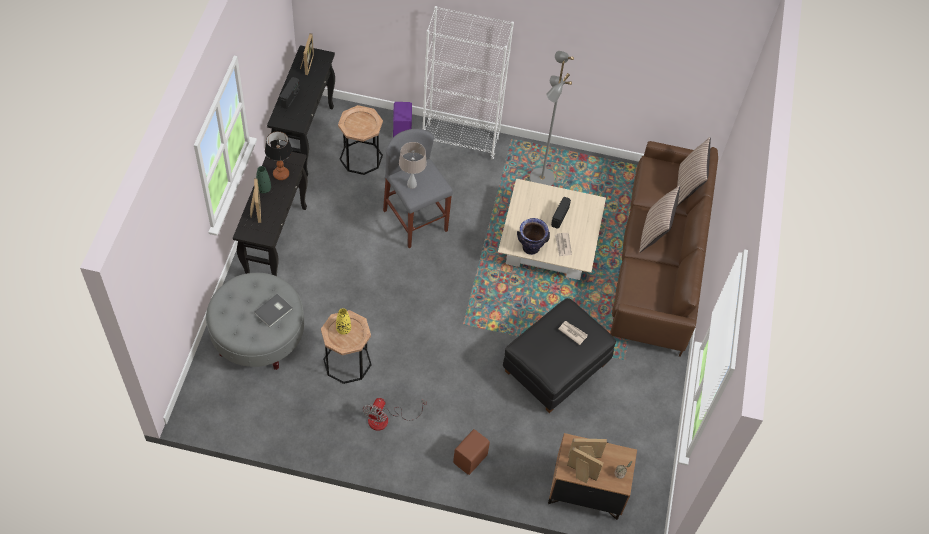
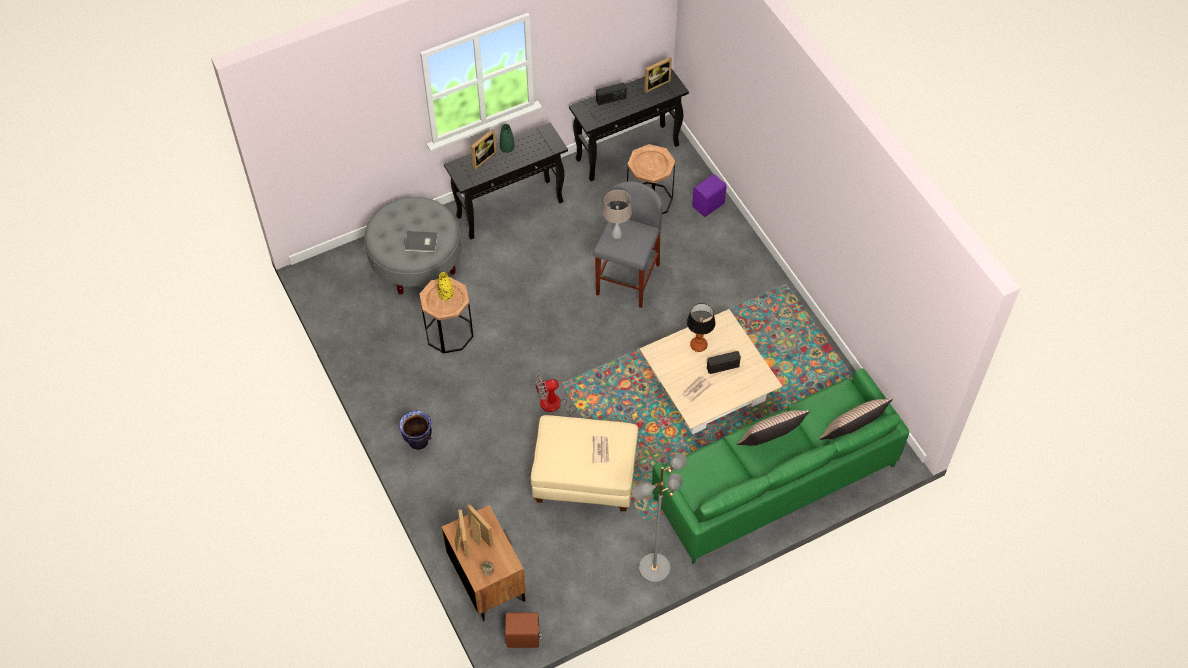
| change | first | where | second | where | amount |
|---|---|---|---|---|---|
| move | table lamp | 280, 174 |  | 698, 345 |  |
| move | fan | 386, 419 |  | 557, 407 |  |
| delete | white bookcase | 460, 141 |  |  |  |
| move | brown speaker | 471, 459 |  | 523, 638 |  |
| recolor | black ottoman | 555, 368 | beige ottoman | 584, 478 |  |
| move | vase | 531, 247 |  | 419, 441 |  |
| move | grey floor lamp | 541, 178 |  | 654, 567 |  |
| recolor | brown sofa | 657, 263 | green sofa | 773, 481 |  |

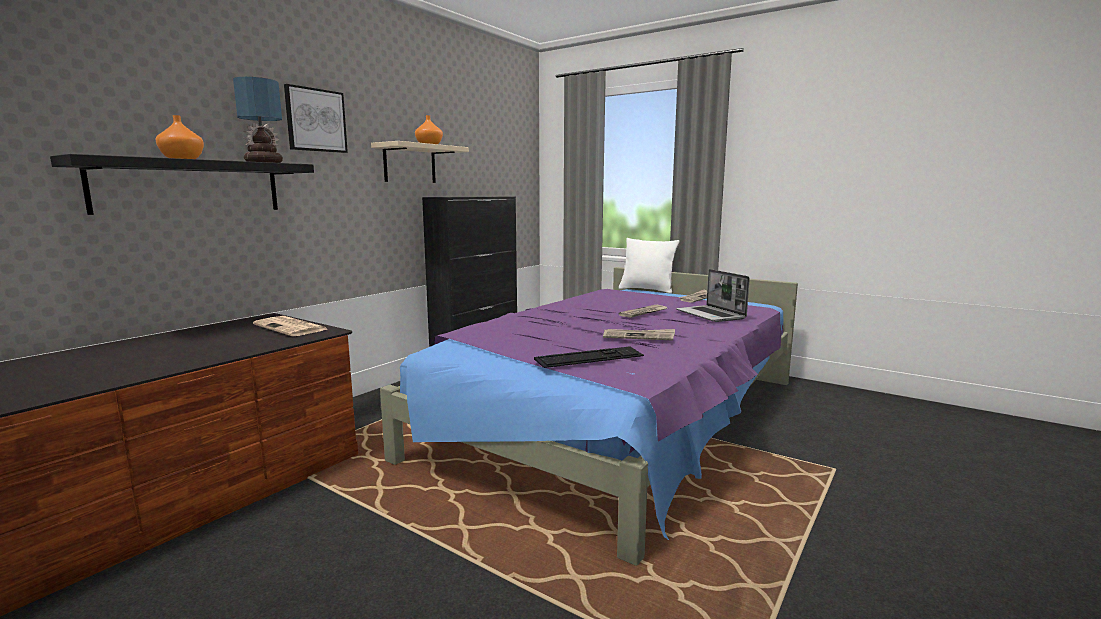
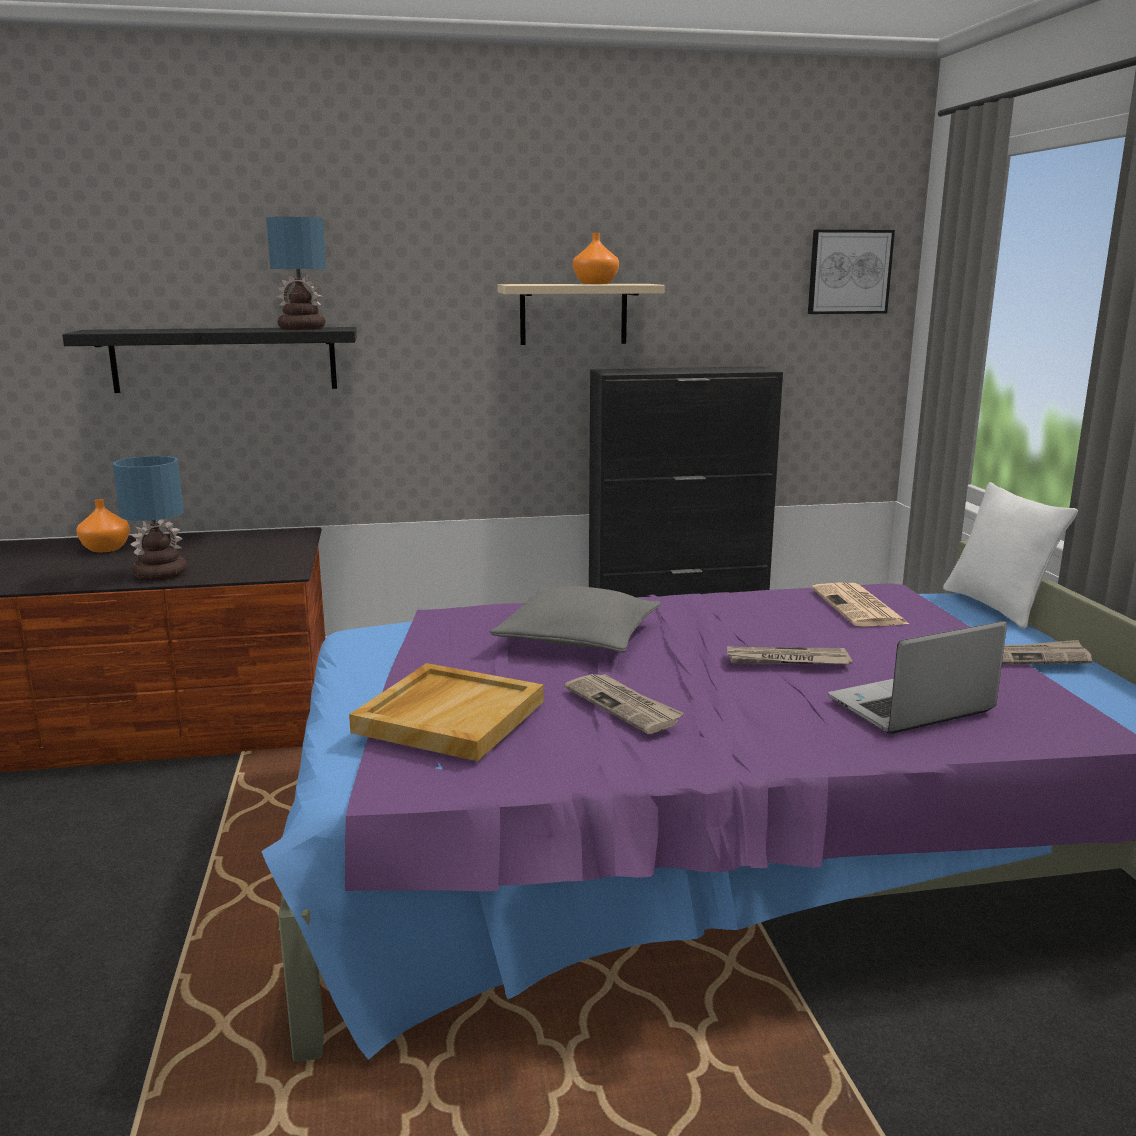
| change | first | where | second | where | amount |
|---|---|---|---|---|---|
| move | orange vase | 183, 159 |  | 107, 548 |  |
| move | newspaper | 292, 327 |  | 860, 607 |  |
| move | picture | 315, 120 |  | 849, 272 |  |
| replace | keyboard | 589, 357 | beige tray | 449, 716 |  |
| rotate | laptop | 711, 315 |  | 910, 707 | 45 degrees clockwise |
| insert |  |  | table lamp | 159, 575 |  |
| insert |  |  | grey pillow | 578, 638 |  |

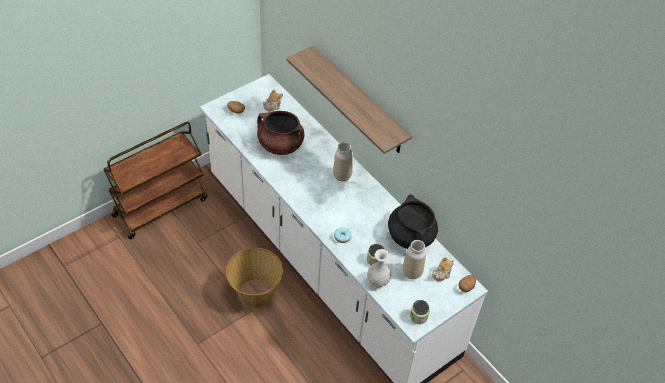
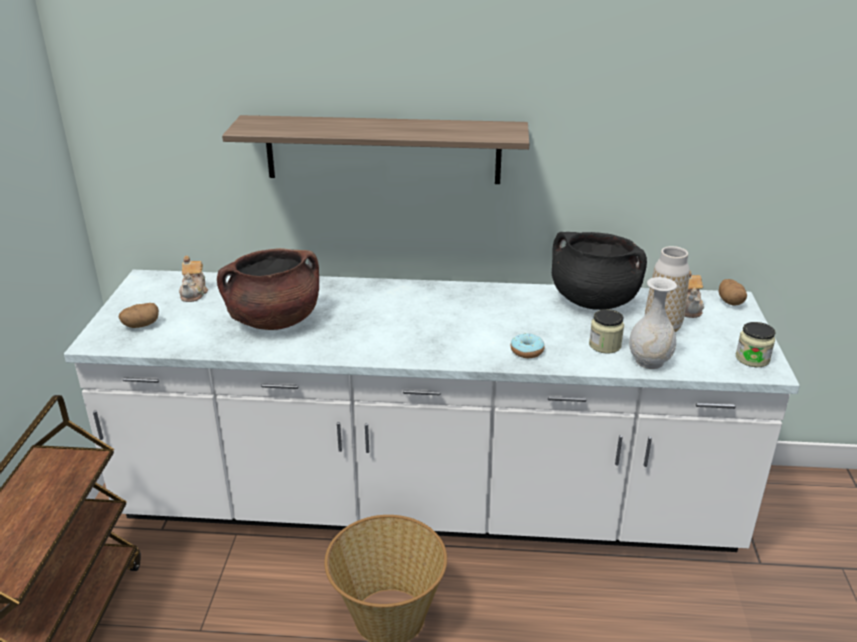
| change | first | where | second | where | amount |
|---|---|---|---|---|---|
| delete | vase | 342, 176 |  |  |  |

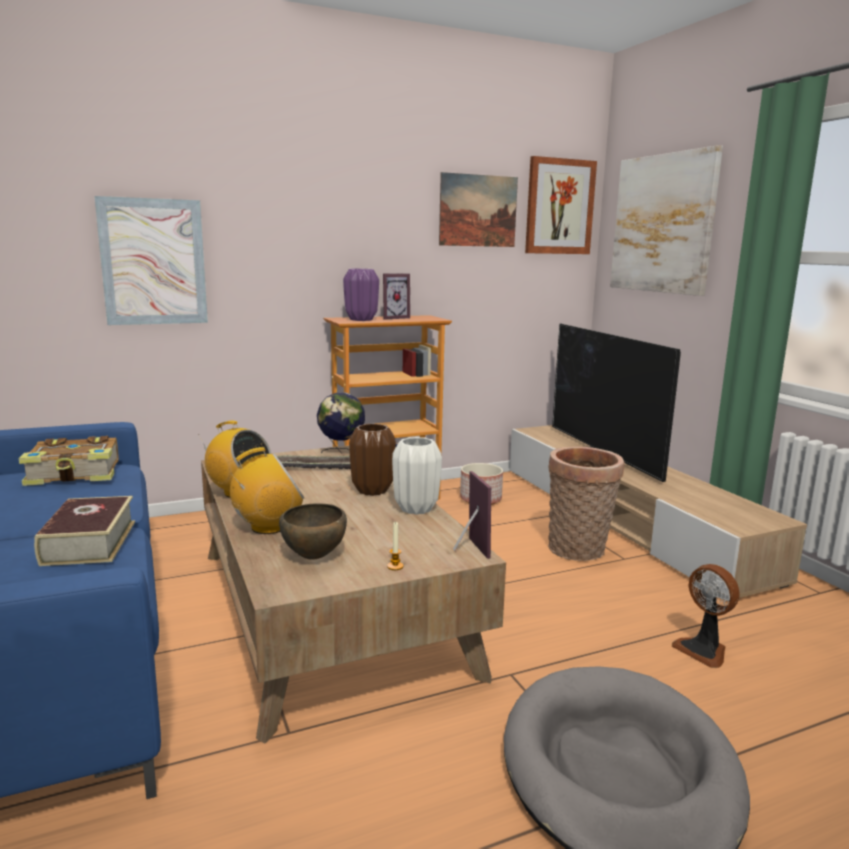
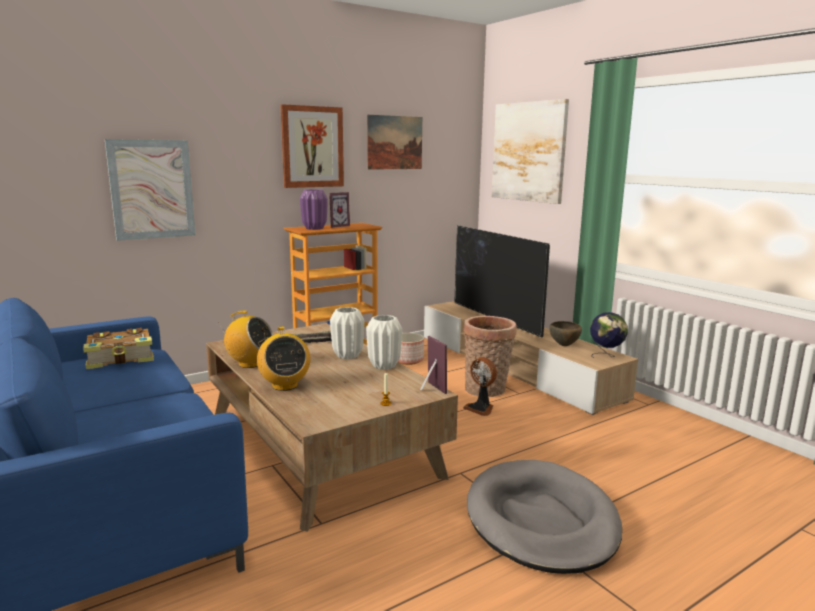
| change | first | where | second | where | amount |
|---|---|---|---|---|---|
| delete | book | 89, 542 |  |  |  |
| rotate | radio | 268, 527 |  | 284, 385 | 105 degrees clockwise |
| move | brown bowl | 314, 557 |  | 564, 345 |  |
| move | globe | 341, 452 |  | 606, 356 |  |
| recolor | brown vase | 373, 491 | white vase | 348, 356 |  |
| move | picture | 559, 207 |  | 312, 147 |  |
| move | fan | 703, 650 |  | 480, 408 |  |

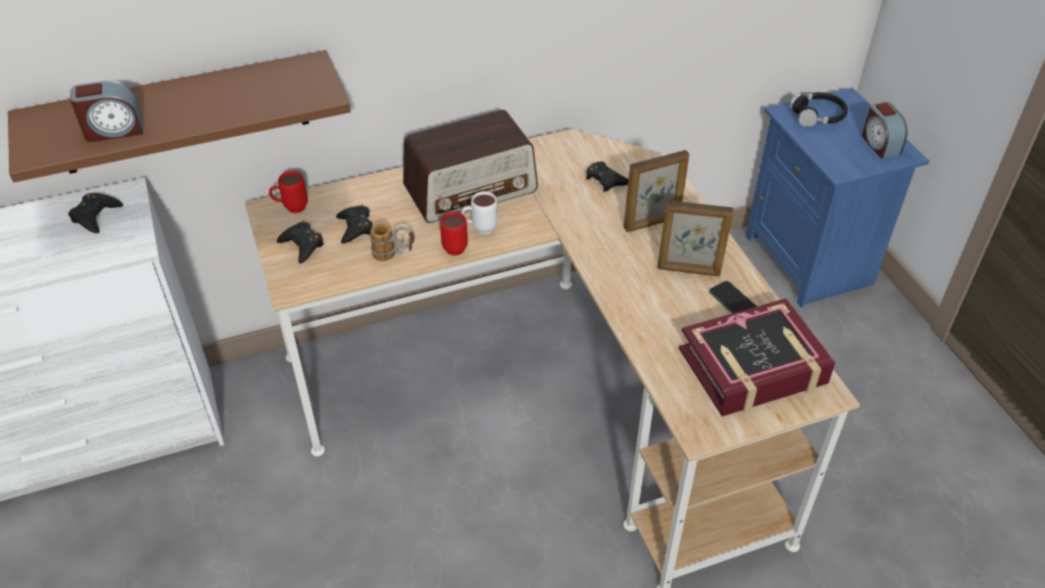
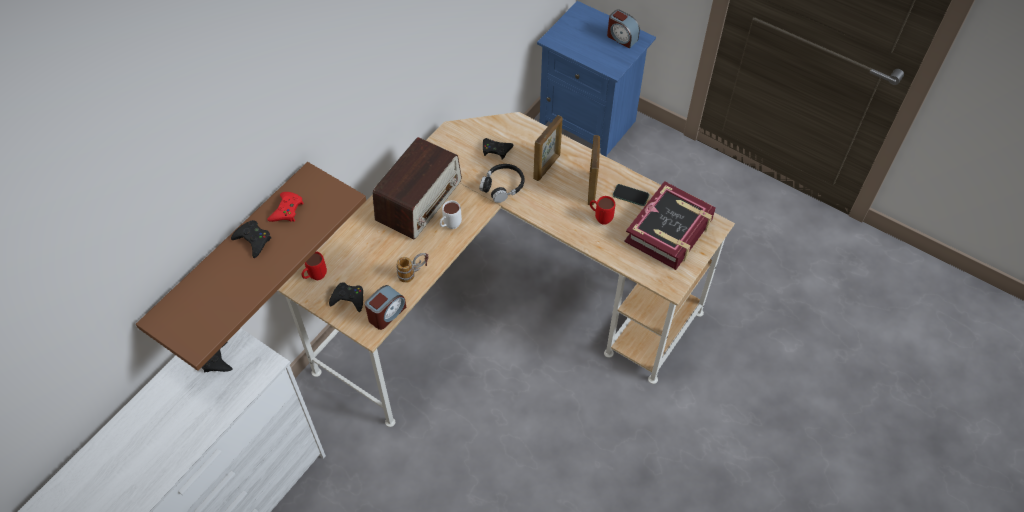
| change | first | where | second | where | amount |
|---|---|---|---|---|---|
| move | alarm clock | 114, 130 |  | 386, 314 |  |
| move | black game controller | 355, 227 |  | 253, 240 |  |
| move | red mug | 453, 246 |  | 600, 218 |  |
| rotate | picture frame | 689, 270 |  | 592, 188 | 60 degrees counterclockwise |
| move | black headphones | 817, 116 |  | 502, 186 |  |
| insert |  |  | red game controller | 287, 210 |  |

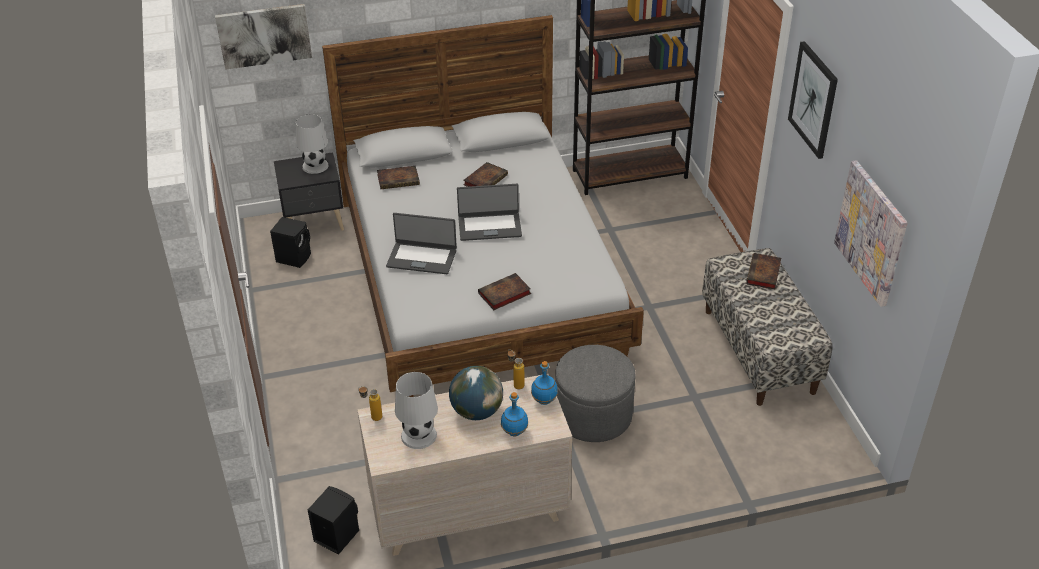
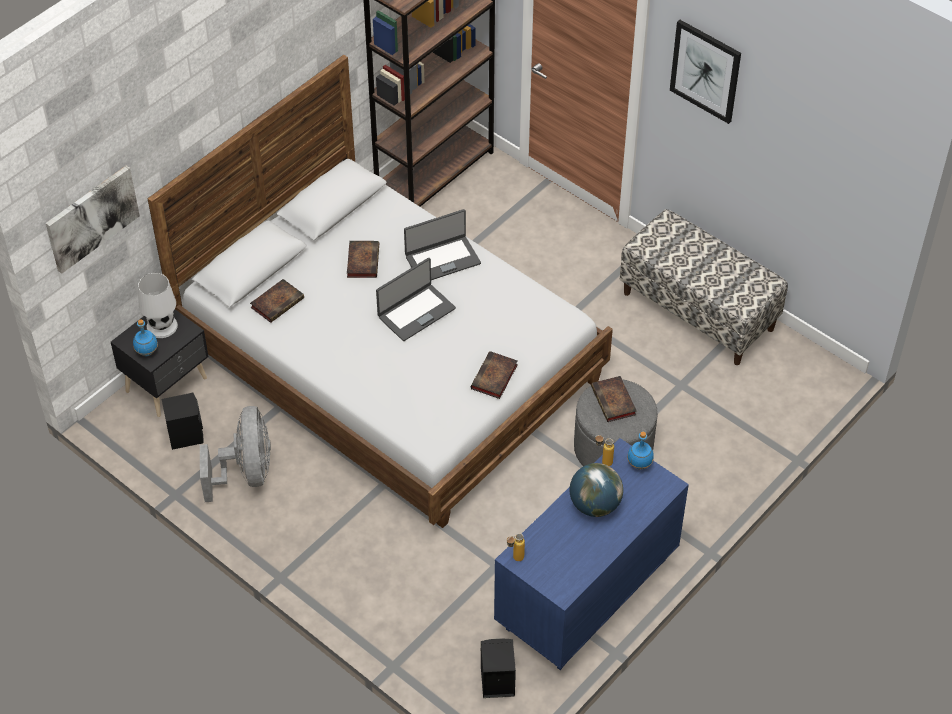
| change | first | where | second | where | amount |
|---|---|---|---|---|---|
| recolor | beige dresser | 467, 511 | blue dresser | 586, 595 |  |
| move | laptop | 422, 258 |  | 442, 259 |  |
| delete | white table lamp | 418, 435 |  |  |  |
| move | blue bottle | 514, 432 |  | 147, 352 |  |
| move | book | 763, 274 |  | 614, 402 |  |
| delete | picture | 871, 232 |  |  |  |
| insert |  |  | grey fan | 246, 473 |  |

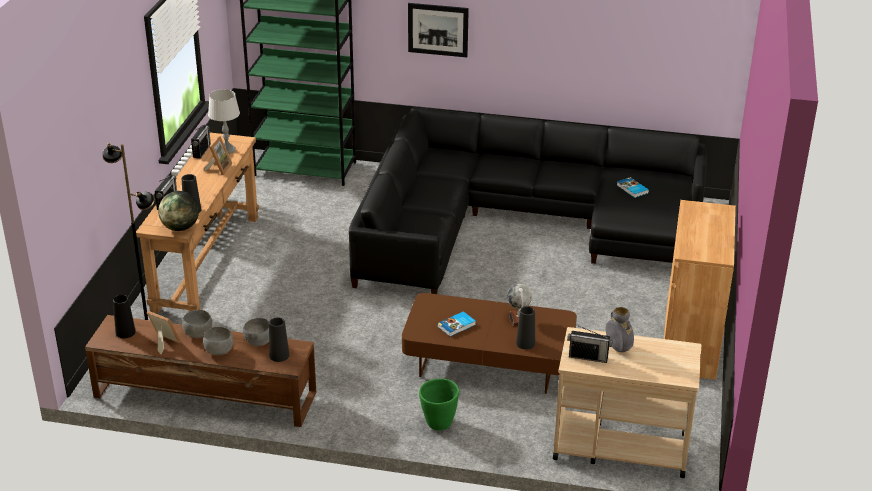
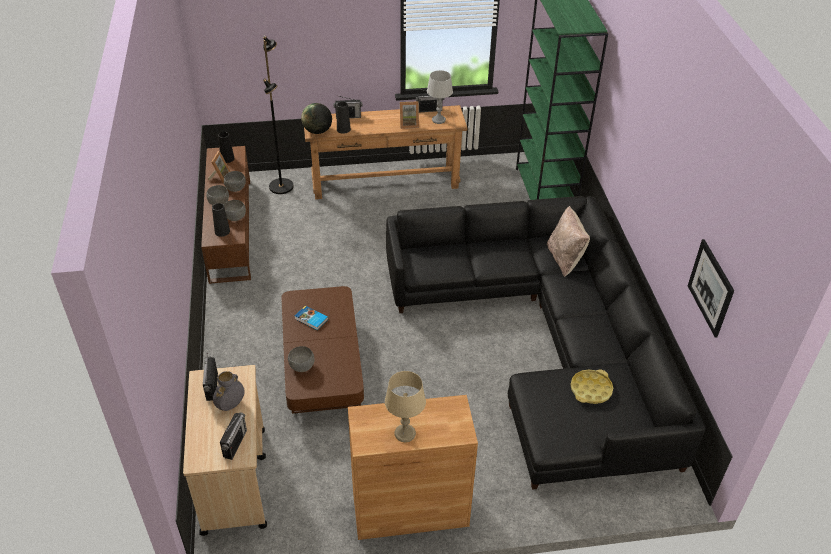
| change | first | where | second | where | amount |
|---|---|---|---|---|---|
| move | picture | 438, 29 |  | 710, 287 |  |
| delete | green planter | 438, 423 |  |  |  |
| delete | globe | 518, 319 |  |  |  |
| replace | black vase | 525, 343 | grey bowl | 301, 367 |  |
| replace | book | 632, 189 | yellow tray | 590, 389 |  |
| insert |  |  | radio | 235, 444 |  |
| insert |  |  | beige table lamp | 405, 434 |  |
| insert |  |  | beige pillow | 565, 259 |  |

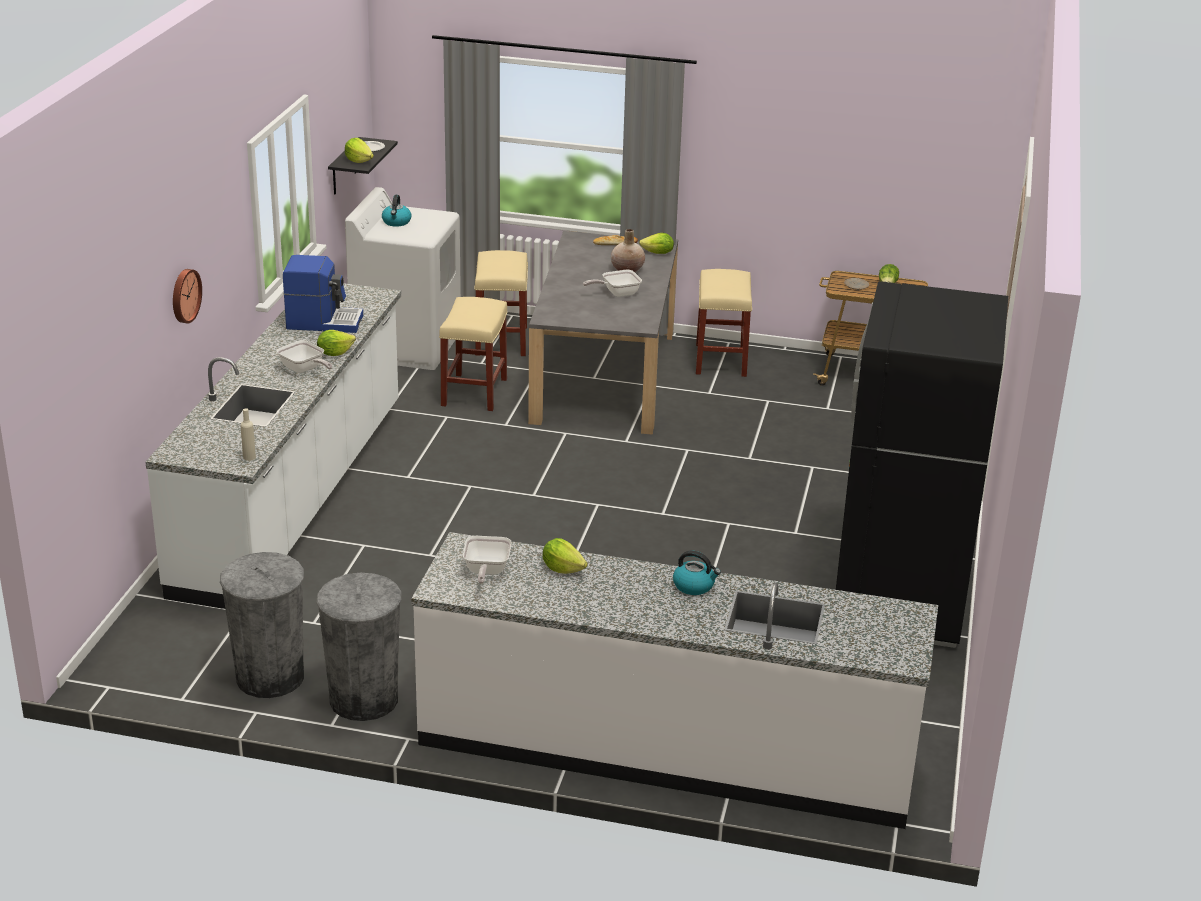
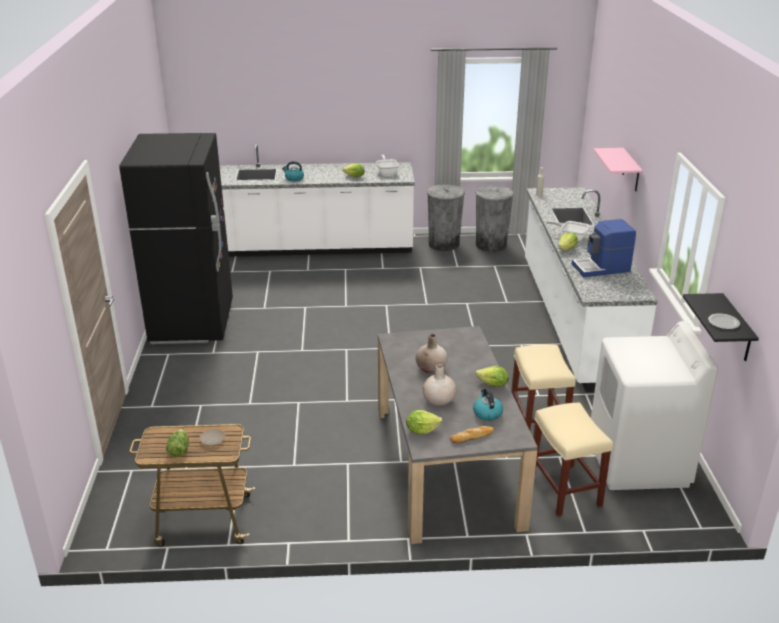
| change | first | where | second | where | amount |
|---|---|---|---|---|---|
| replace | wall clock | 184, 295 | pink shelf | 631, 170 |  |
| move | lettuce | 359, 161 |  | 493, 385 |  |
| move | kettle | 396, 222 |  | 487, 413 |  |
| replace | frying pan | 617, 293 | beige vase | 431, 369 |  |
| delete | beige stool | 721, 360 |  |  |  |

